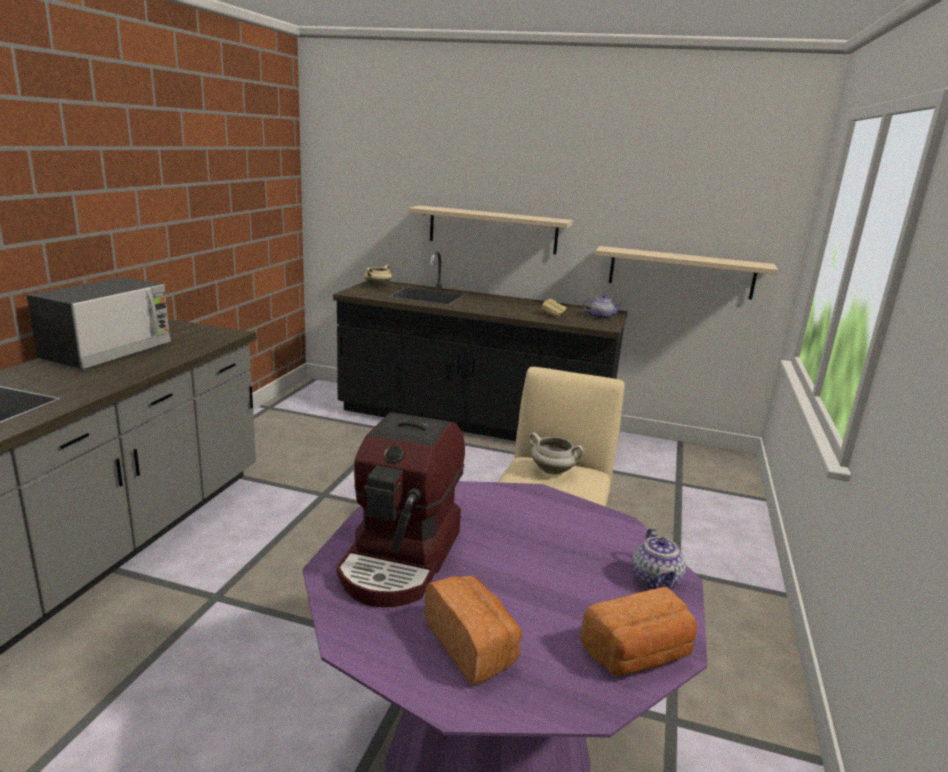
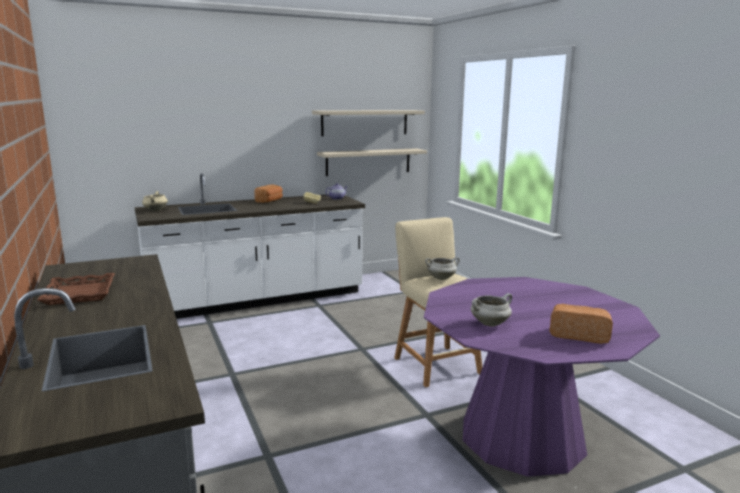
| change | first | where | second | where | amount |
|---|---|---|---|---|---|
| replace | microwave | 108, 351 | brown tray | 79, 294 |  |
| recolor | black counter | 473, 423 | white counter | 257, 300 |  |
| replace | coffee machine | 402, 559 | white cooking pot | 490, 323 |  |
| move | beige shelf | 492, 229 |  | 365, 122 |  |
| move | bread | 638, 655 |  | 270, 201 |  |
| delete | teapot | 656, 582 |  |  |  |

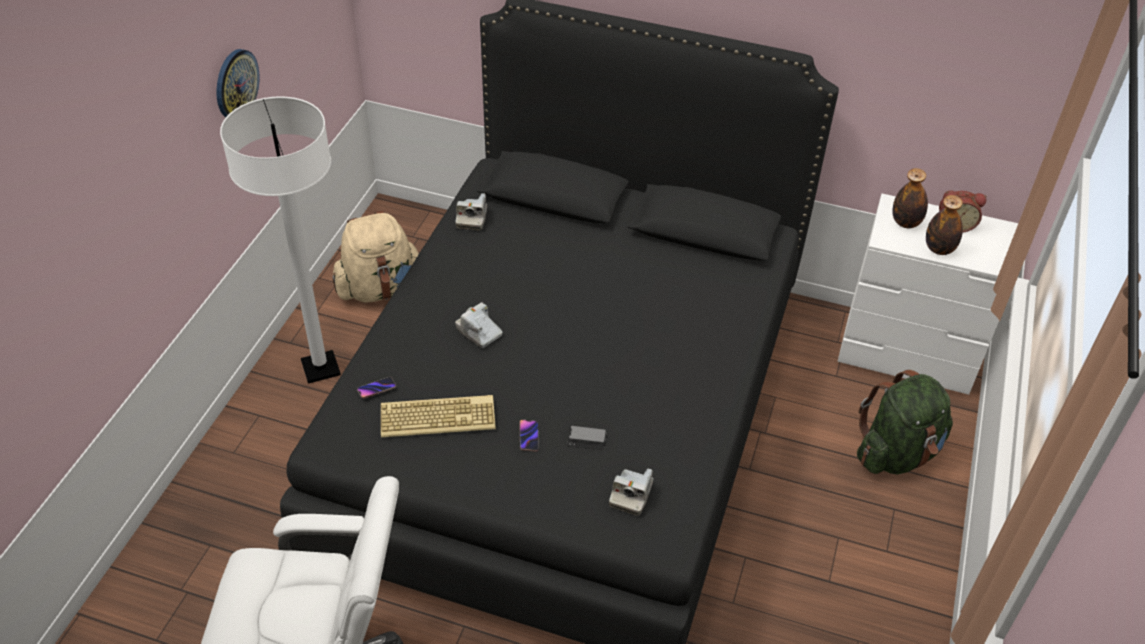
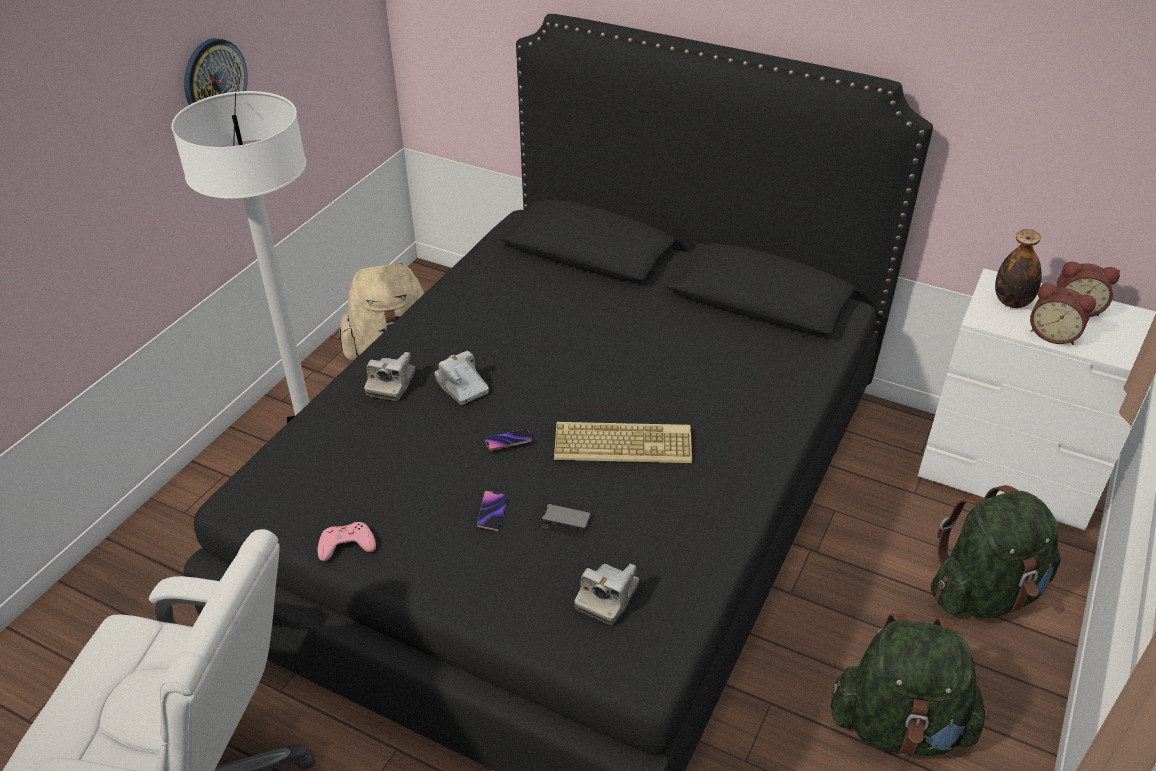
| change | first | where | second | where | amount |
|---|---|---|---|---|---|
| move | phone | 376, 389 |  | 508, 442 |  |
| move | keyboard | 439, 416 |  | 624, 442 |  |
| move | photo camera | 472, 218 |  | 391, 384 |  |
| replace | bottle | 939, 249 | alarm clock | 1053, 334 |  |
| insert |  |  | pink game controller | 346, 545 |  |
| insert |  |  | green backpack | 899, 726 |  |

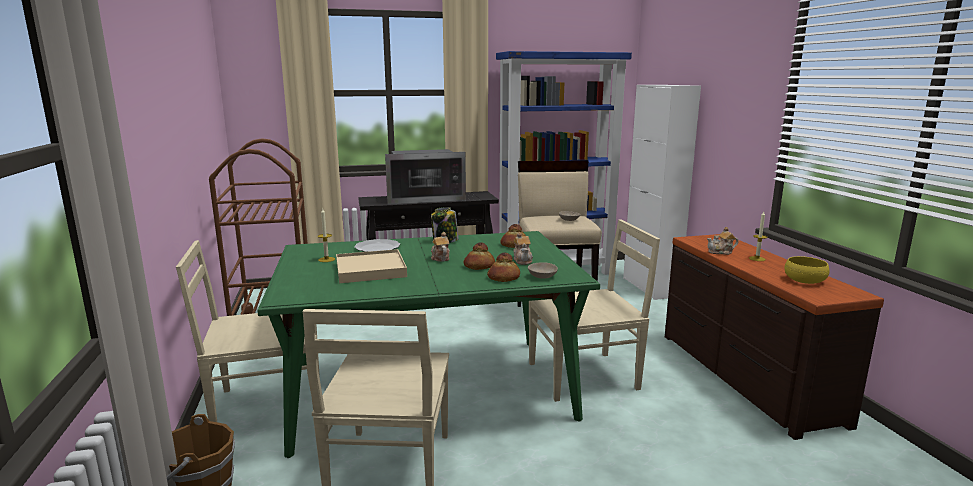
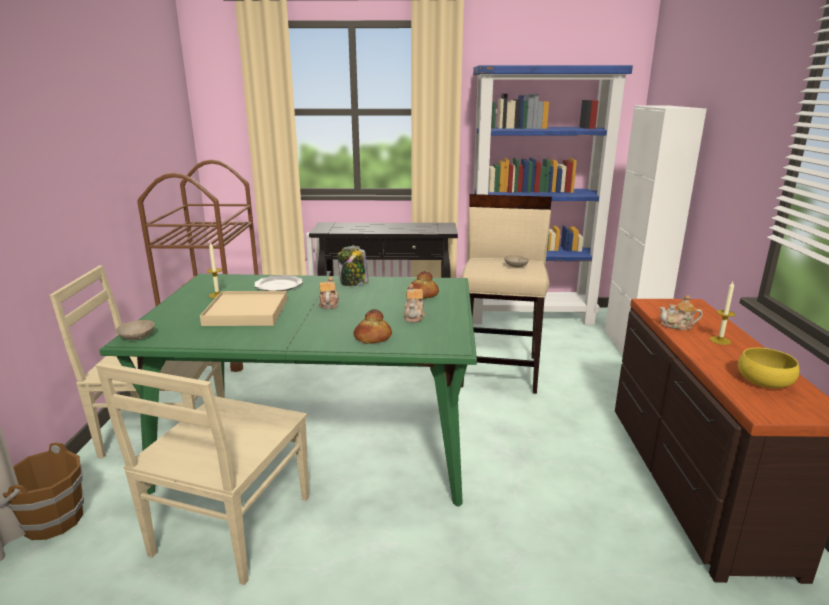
| change | first | where | second | where | amount |
|---|---|---|---|---|---|
| delete | microwave | 424, 198 |  |  |  |
| delete | bread | 479, 266 |  |  |  |
| move | beige bowl | 541, 276 |  | 137, 336 |  |
| delete | beige chair | 585, 376 |  |  |  |

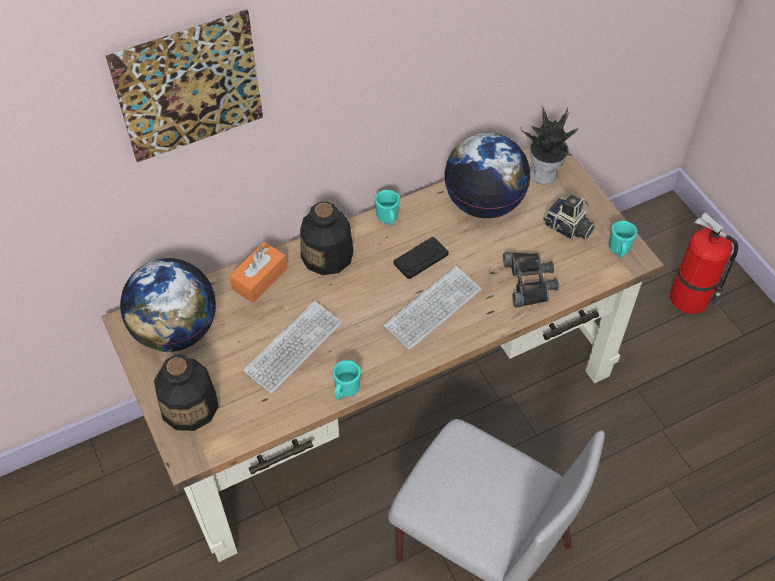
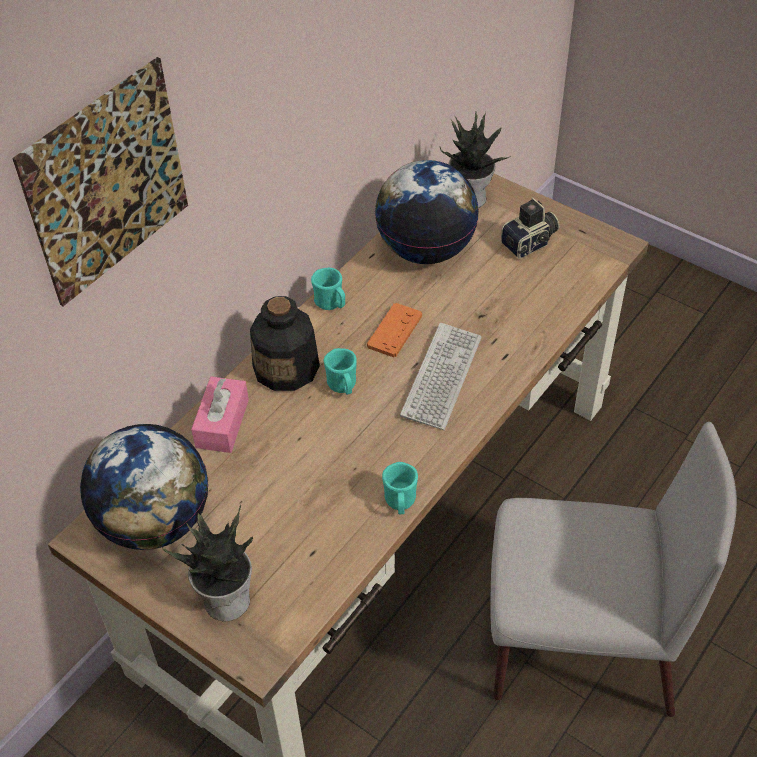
| change | first | where | second | where | amount |
|---|---|---|---|---|---|
| replace | bottle | 190, 406 | potted plant | 226, 599 |  |
| recolor | orange tissue box | 259, 279 | pink tissue box | 222, 423 |  |
| delete | keyboard | 293, 347 |  |  |  |
| recolor | black game controller | 421, 258 | orange game controller | 394, 331 |  |
| delete | black binoculars | 530, 281 |  |  |  |
| rotate | photo camera | 568, 229 |  | 530, 243 | 45 degrees counterclockwise |
| move | turquoise mug | 619, 250 |  | 343, 387 |  |
| delete | fire extinguisher | 691, 299 |  |  |  |

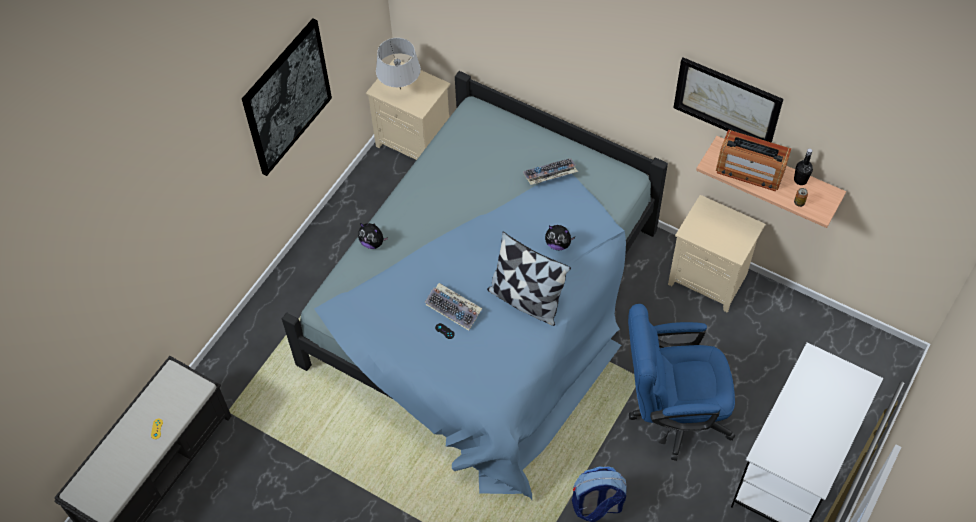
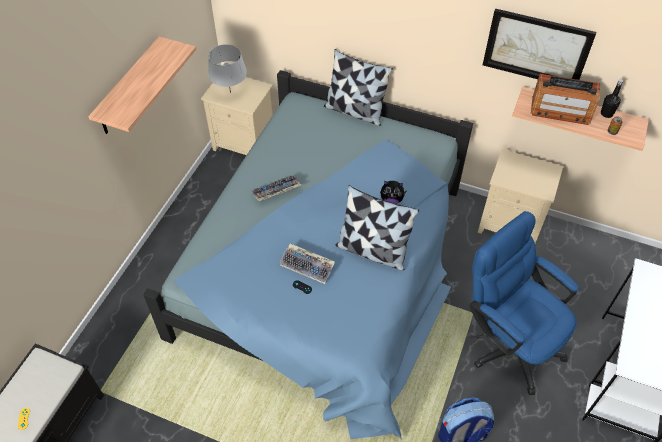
| change | first | where | second | where | amount |
|---|---|---|---|---|---|
| replace | picture | 286, 97 | shelf | 129, 87 |  |
| delete | plush toy | 372, 243 |  |  |  |
| move | keyboard | 549, 175 |  | 276, 192 |  |
| rotate | blue office chair | 671, 414 |  | 508, 342 | 60 degrees clockwise |
| insert |  |  | pillow | 355, 111 |  |

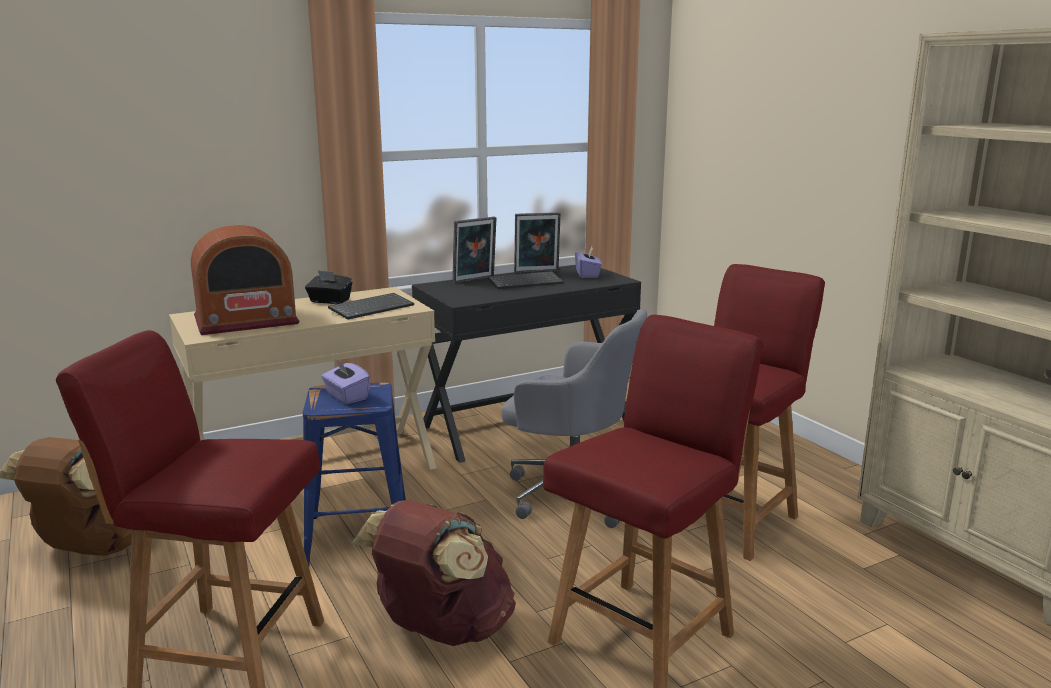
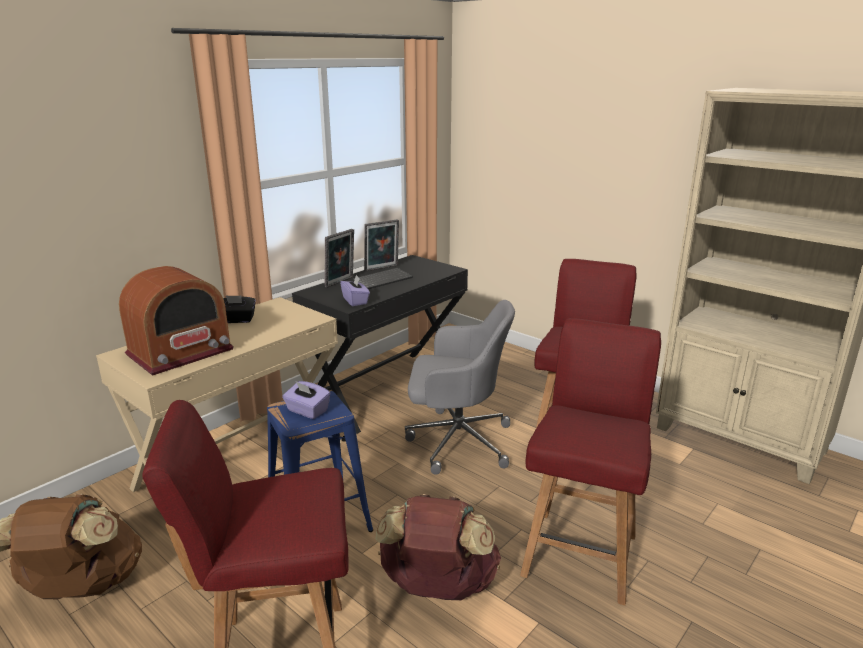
| change | first | where | second | where | amount |
|---|---|---|---|---|---|
| delete | keyboard | 371, 308 |  |  |  |
| move | purple tissue box | 587, 274 |  | 355, 301 |  |

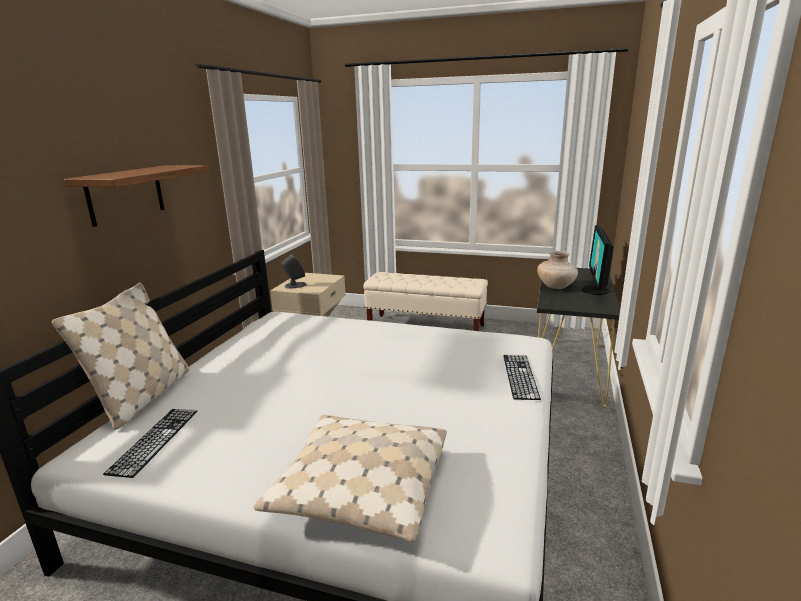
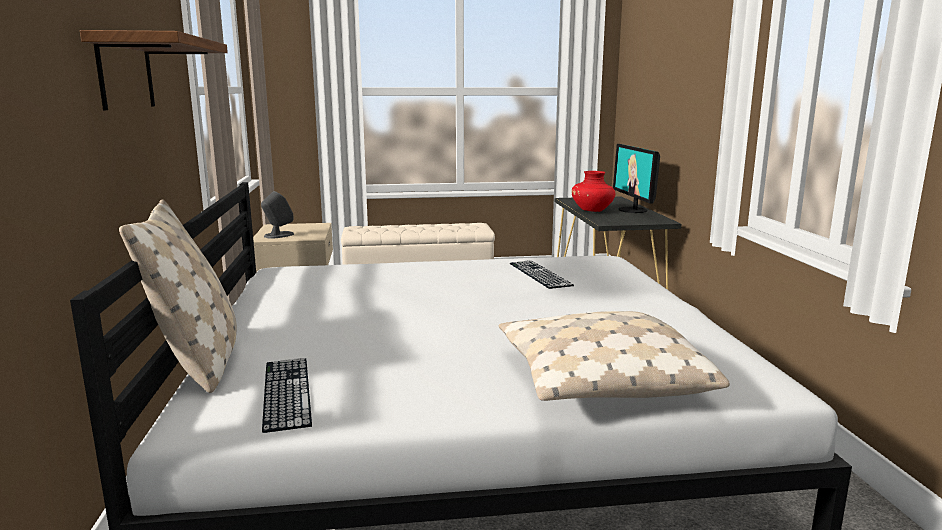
| change | first | where | second | where | amount |
|---|---|---|---|---|---|
| move | keyboard | 520, 376 |  | 539, 274 |  |
| recolor | beige vase | 556, 287 | red vase | 592, 210 |  |

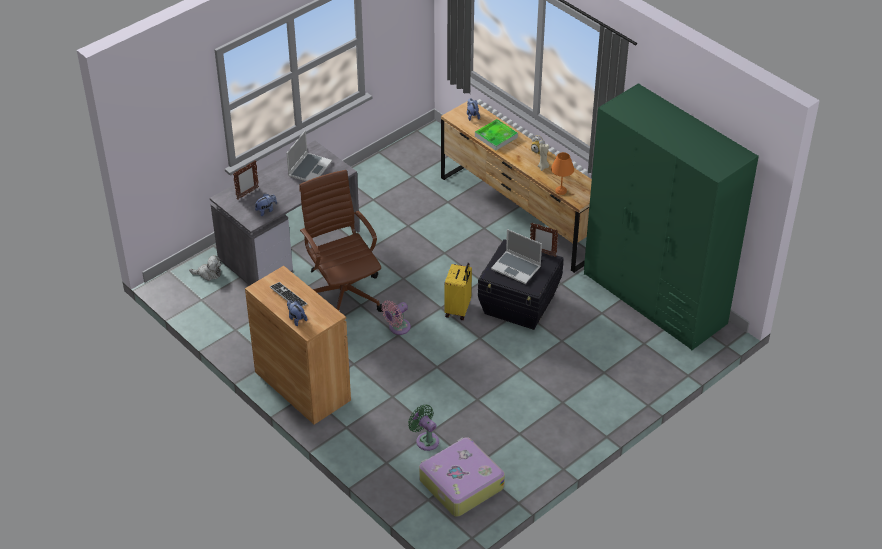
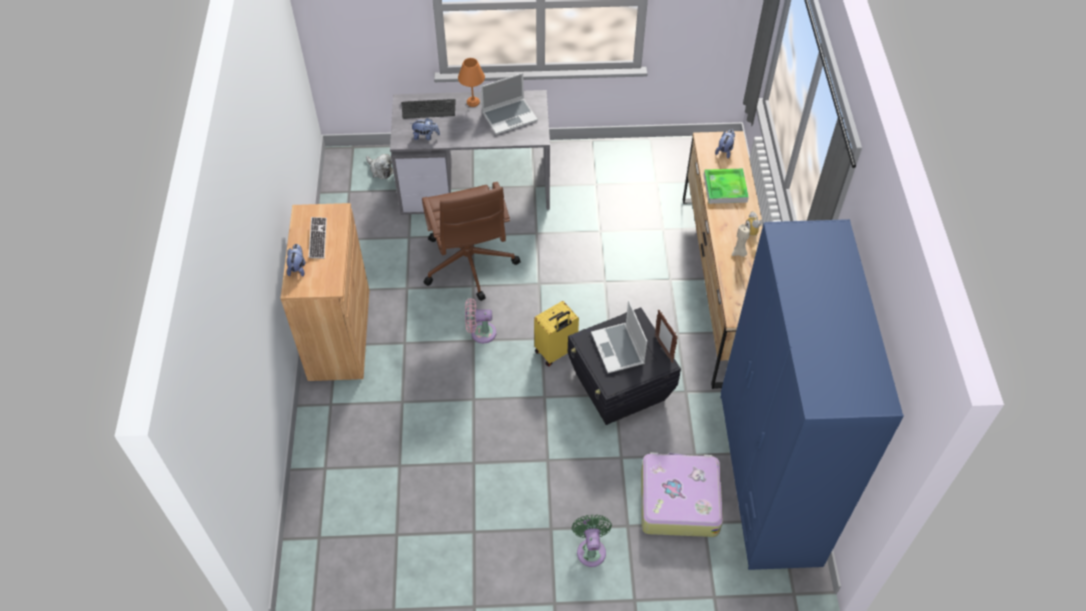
| change | first | where | second | where | amount |
|---|---|---|---|---|---|
| replace | picture frame | 247, 193 | keyboard | 428, 109 |  |
| rotate | brown office chair | 343, 294 |  | 469, 265 | 150 degrees clockwise |
| move | green fan | 425, 440 |  | 591, 549 |  |
| move | suitcase | 460, 483 |  | 678, 500 |  |
| move | orange table lamp | 560, 191 |  | 472, 102 |  |
| recolor | green wardrobe | 654, 299 | blue wardrobe | 768, 478 |  |

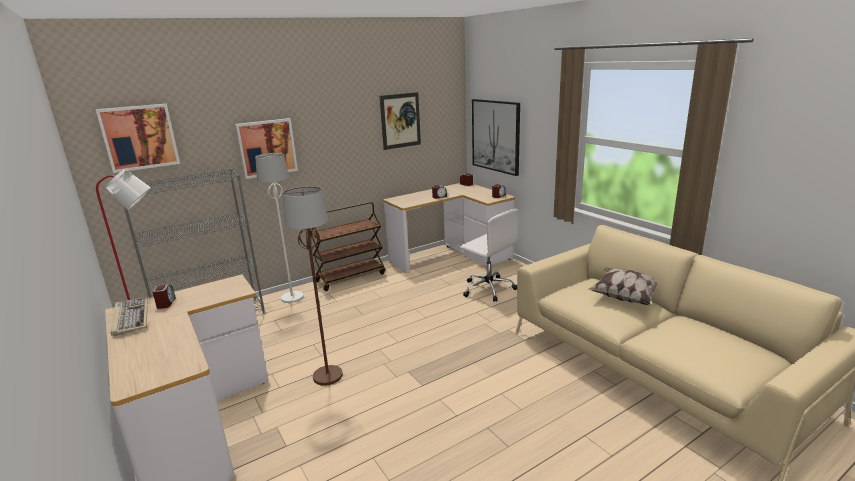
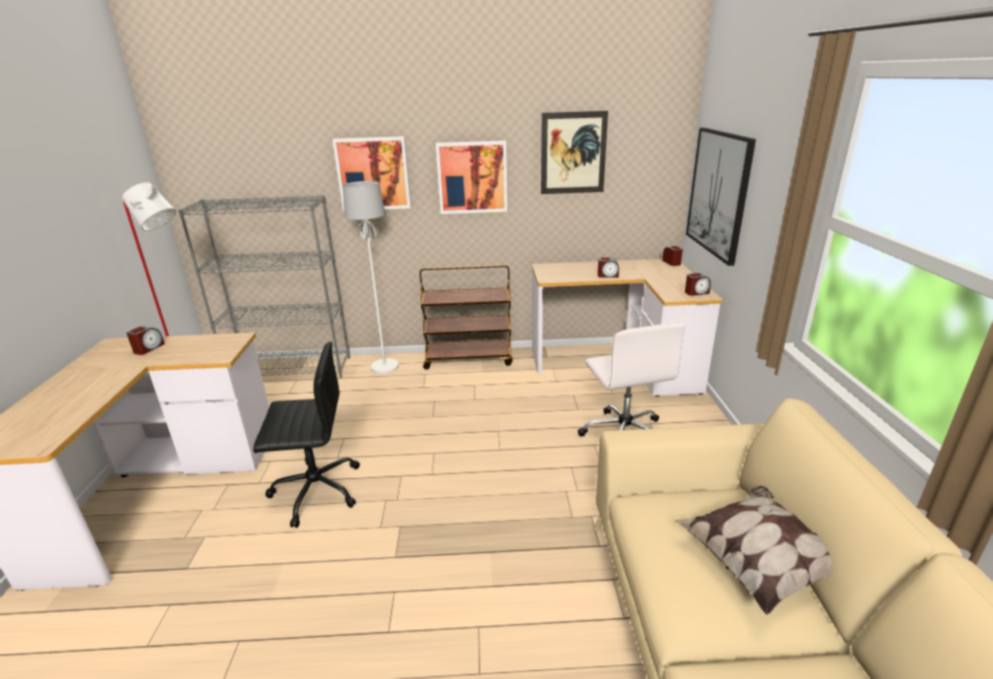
| change | first | where | second | where | amount |
|---|---|---|---|---|---|
| move | picture | 139, 137 |  | 472, 177 |  |
| delete | keyboard | 130, 317 |  |  |  |
| replace | brown floor lamp | 328, 376 | black office chair | 315, 490 |  |

